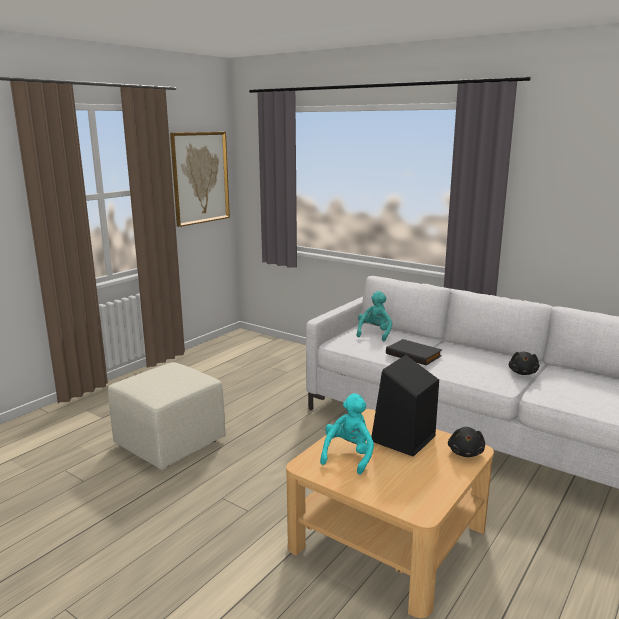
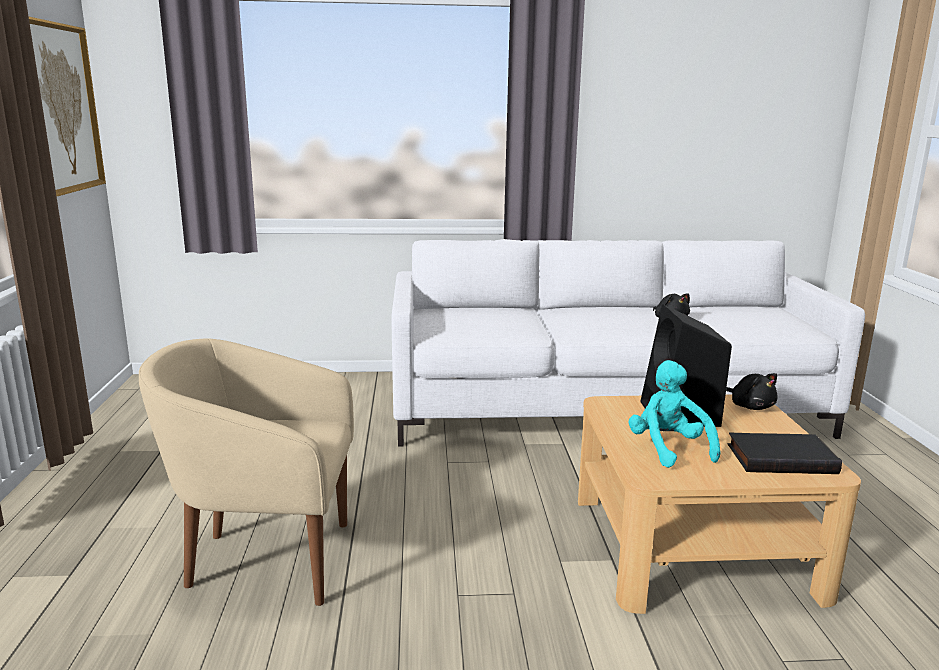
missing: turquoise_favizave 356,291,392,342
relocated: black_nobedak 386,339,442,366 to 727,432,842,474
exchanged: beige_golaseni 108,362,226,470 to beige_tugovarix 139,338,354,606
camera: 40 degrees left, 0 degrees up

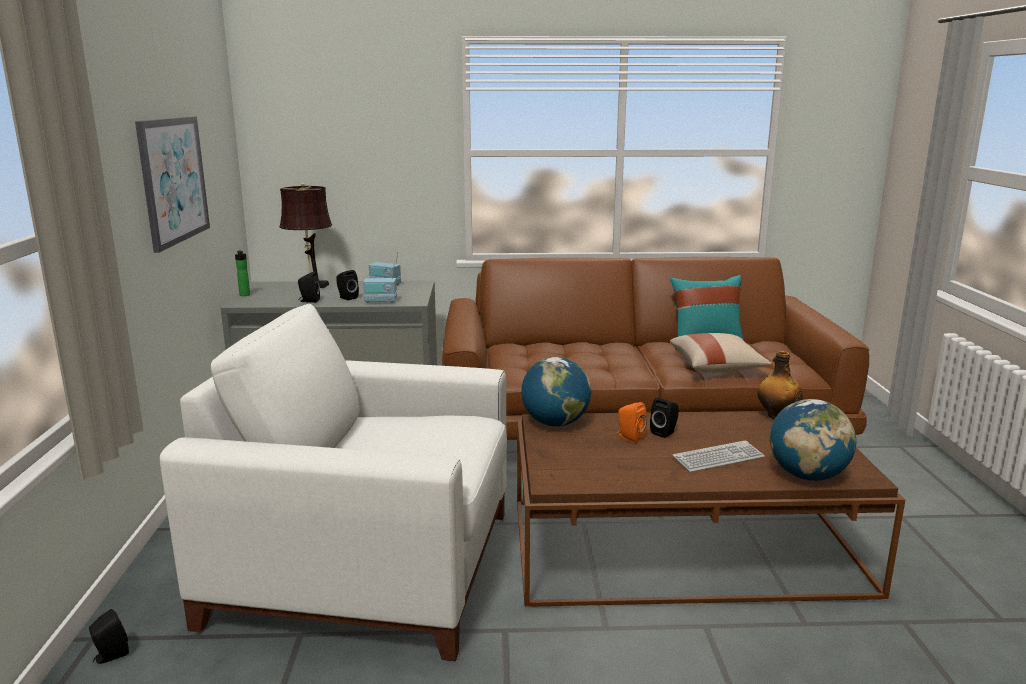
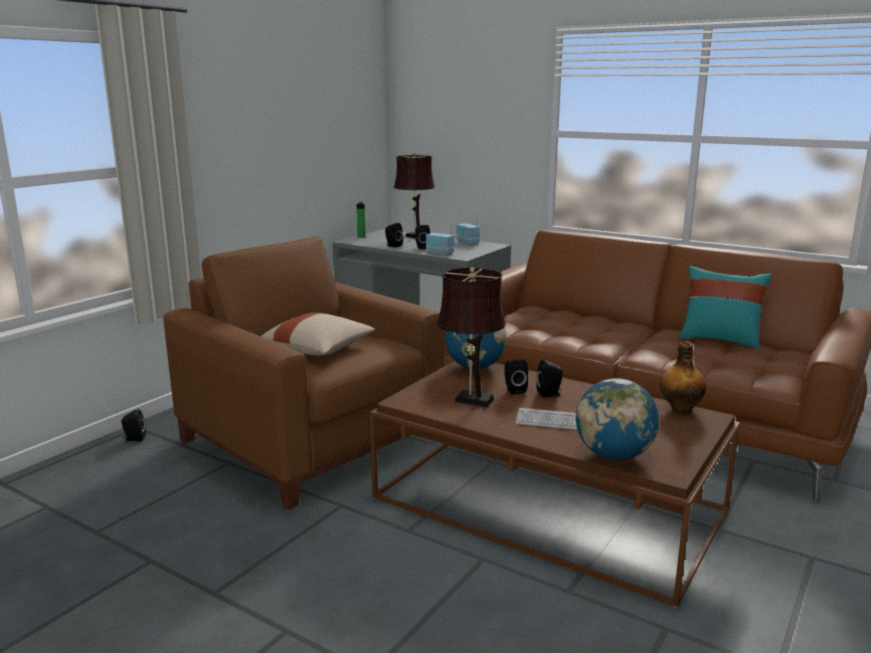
missing: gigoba 135,117,210,253
appeared: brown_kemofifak 437,267,506,407
relocated: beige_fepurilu 670,333,772,373 to 261,312,375,355
colour: white_tugovarix 160,304,507,661 to brown_tugovarix 163,236,444,510; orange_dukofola 617,402,647,443 to black_dukofola 504,359,528,395
camera: 35 degrees right, 0 degrees up

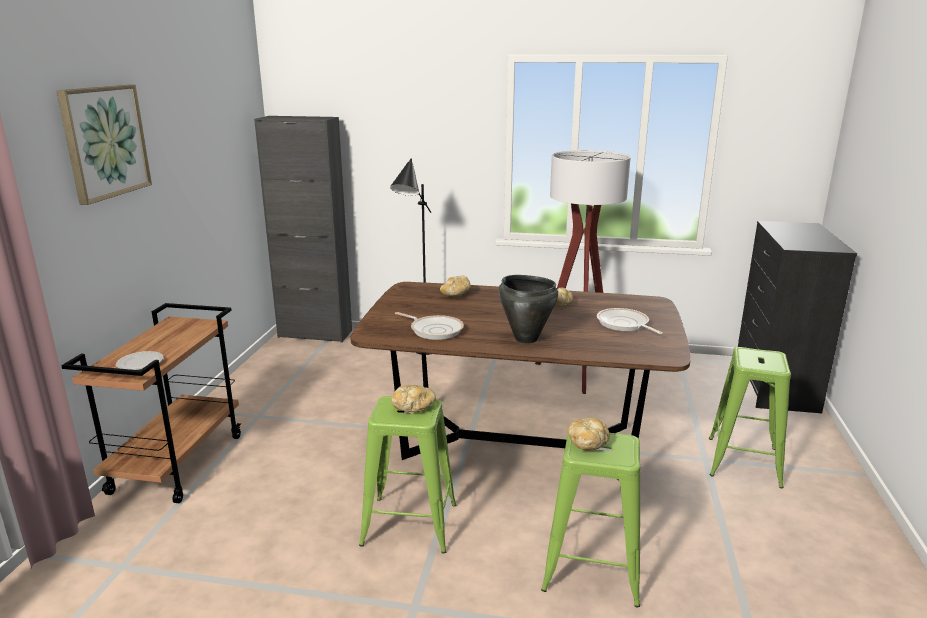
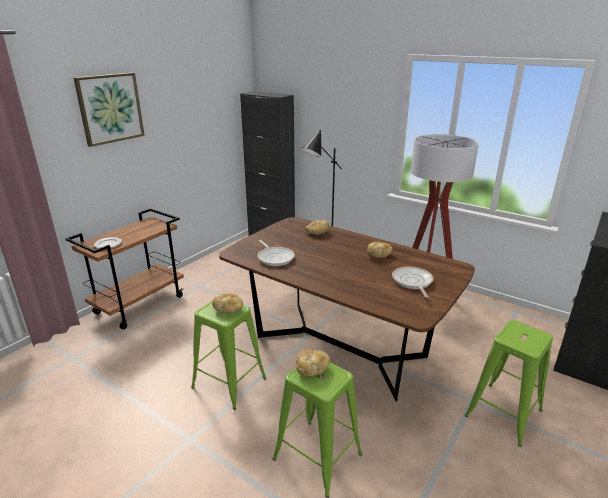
missing: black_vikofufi 499,275,558,344
camera: 25 degrees right, 5 degrees up

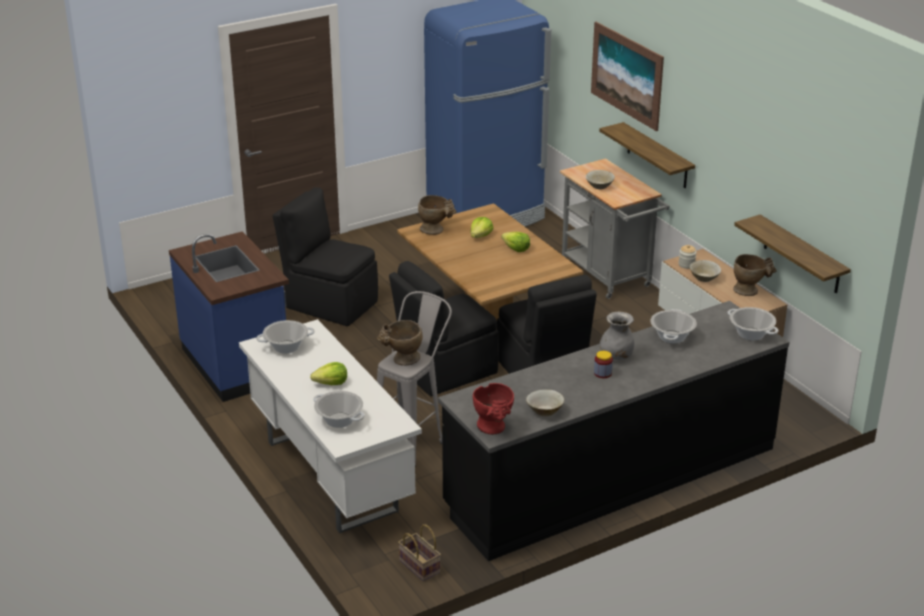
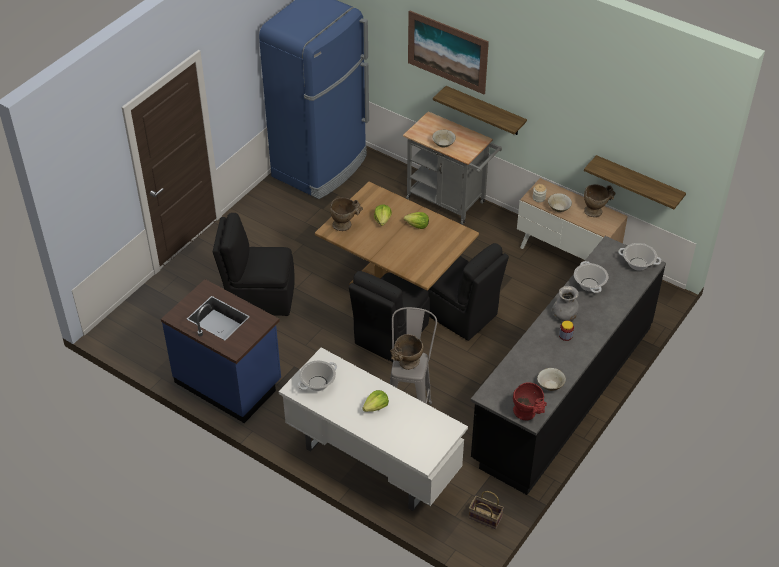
missing: vikofufi 313,391,365,428
camera: 25 degrees left, 15 degrees up

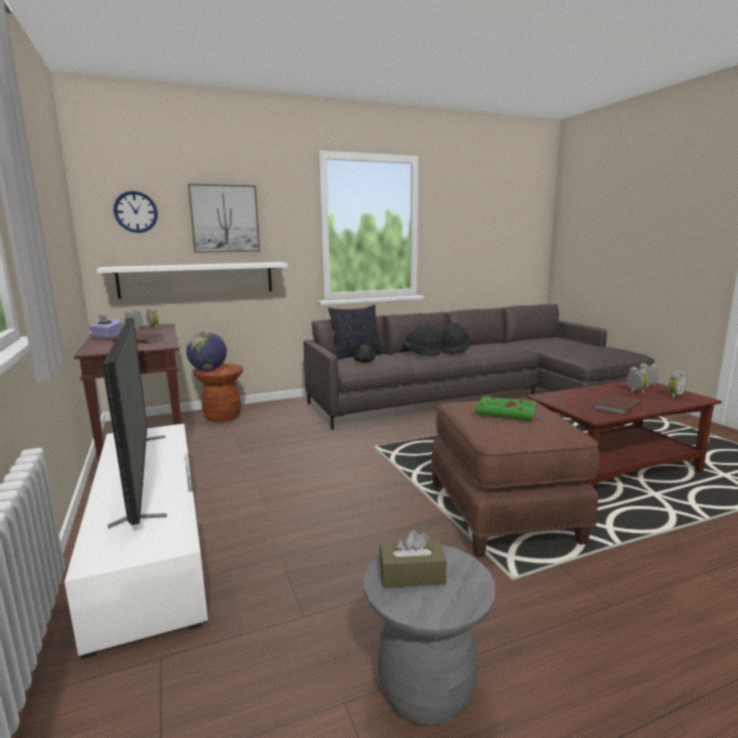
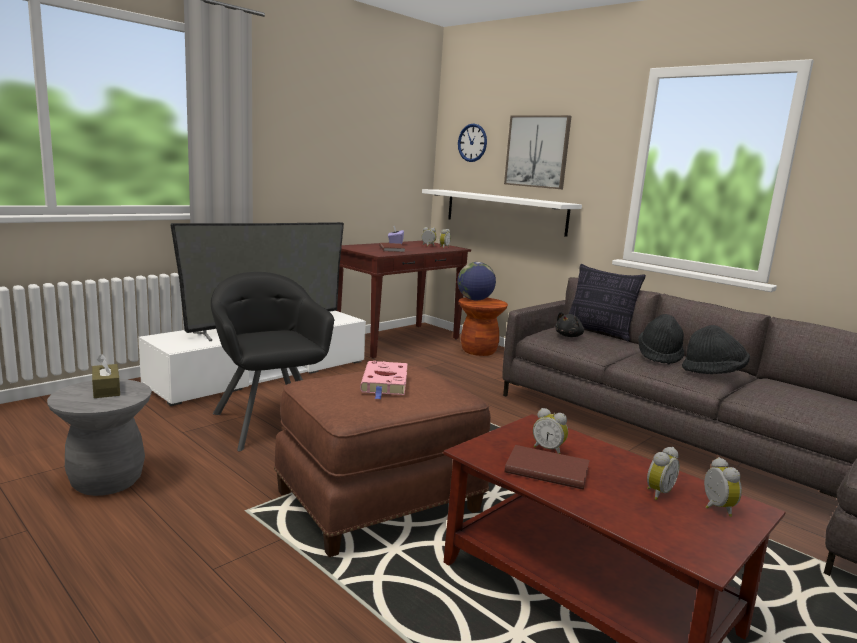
appeared: black_tugovarix 211,272,334,452
relocated: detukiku 667,371,687,399 to 533,408,568,454
colour: green_nobedak 476,396,544,421 to pink_nobedak 360,361,408,399
camera: 65 degrees right, 0 degrees up

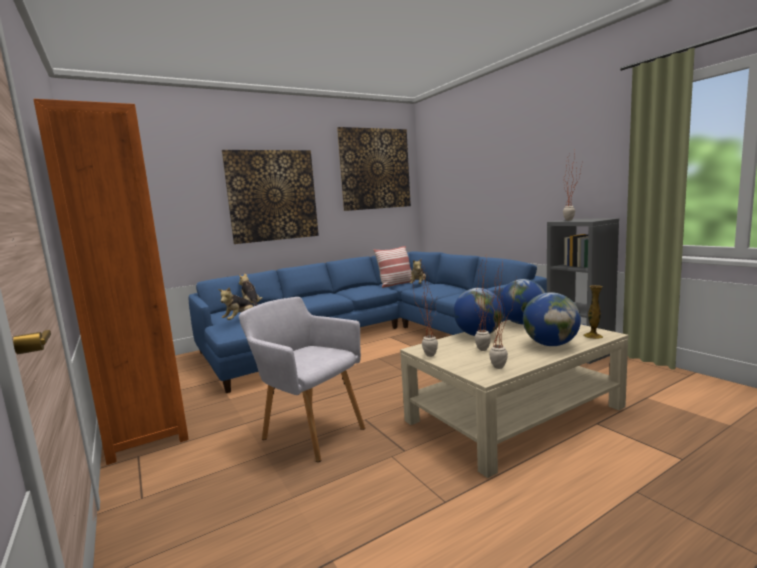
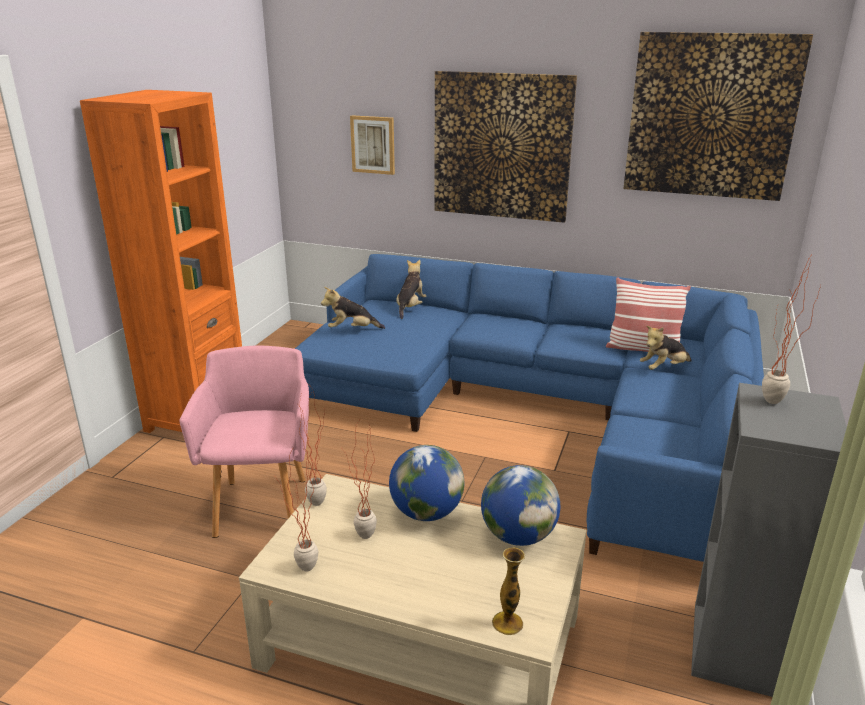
missing: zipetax 523,292,581,346
appeared: gigoba 350,115,395,175
colour: grey_tugovarix 239,297,365,462 to pink_tugovarix 179,345,309,538
camera: 50 degrees right, 15 degrees up

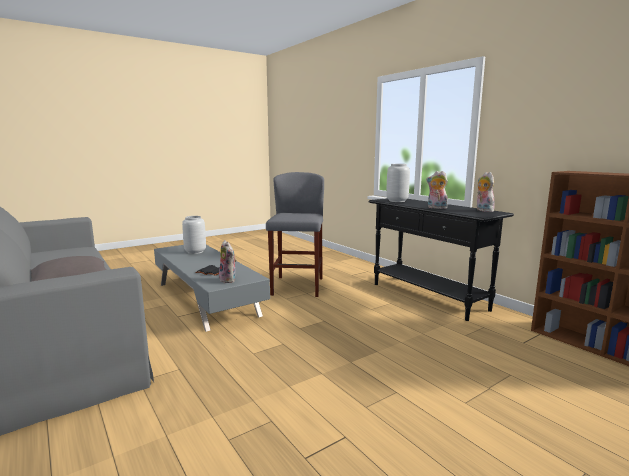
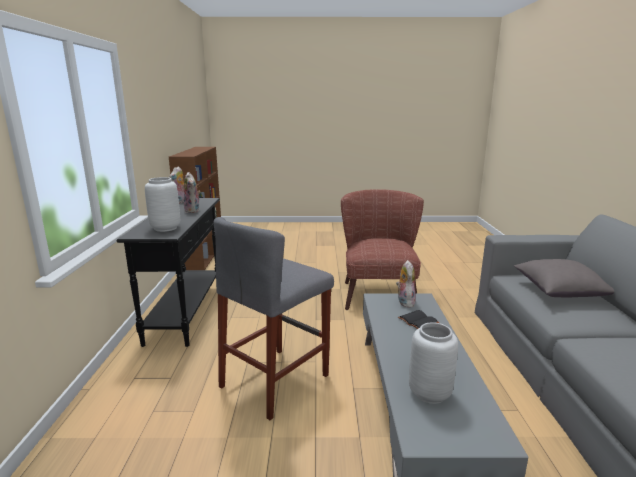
appeared: brown_tugovarix 341,189,424,310
camera: 145 degrees left, 5 degrees up

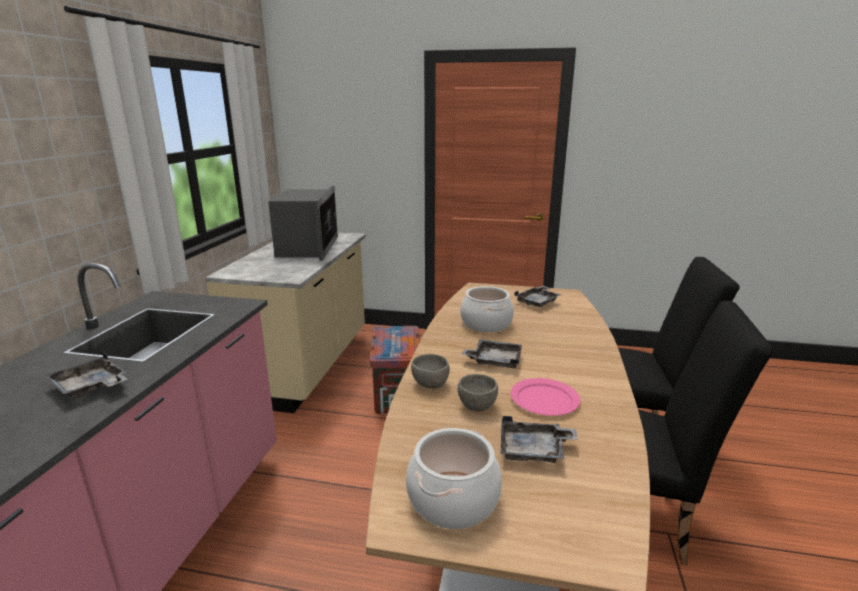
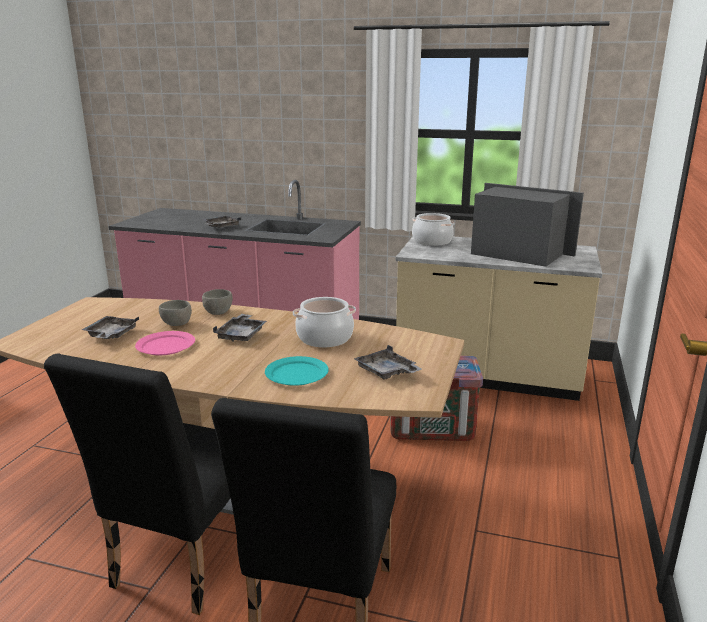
appeared: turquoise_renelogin 265,356,329,386
relocated: vikofufi 406,428,502,529 to 412,213,454,246
spun: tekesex 268,186,338,261 = 471,183,584,267 150 degrees counterclockwise
camera: 95 degrees right, 0 degrees up

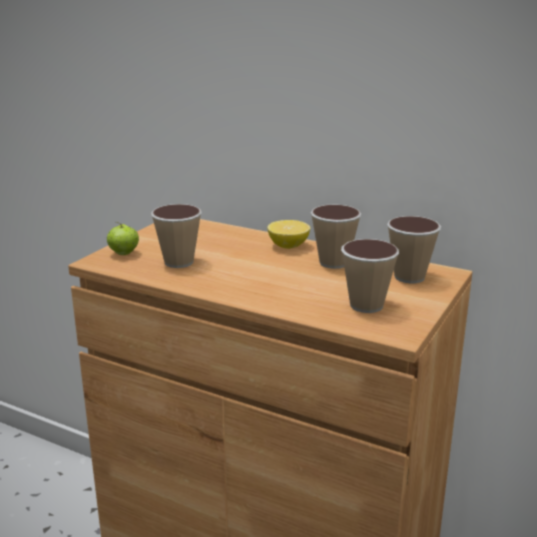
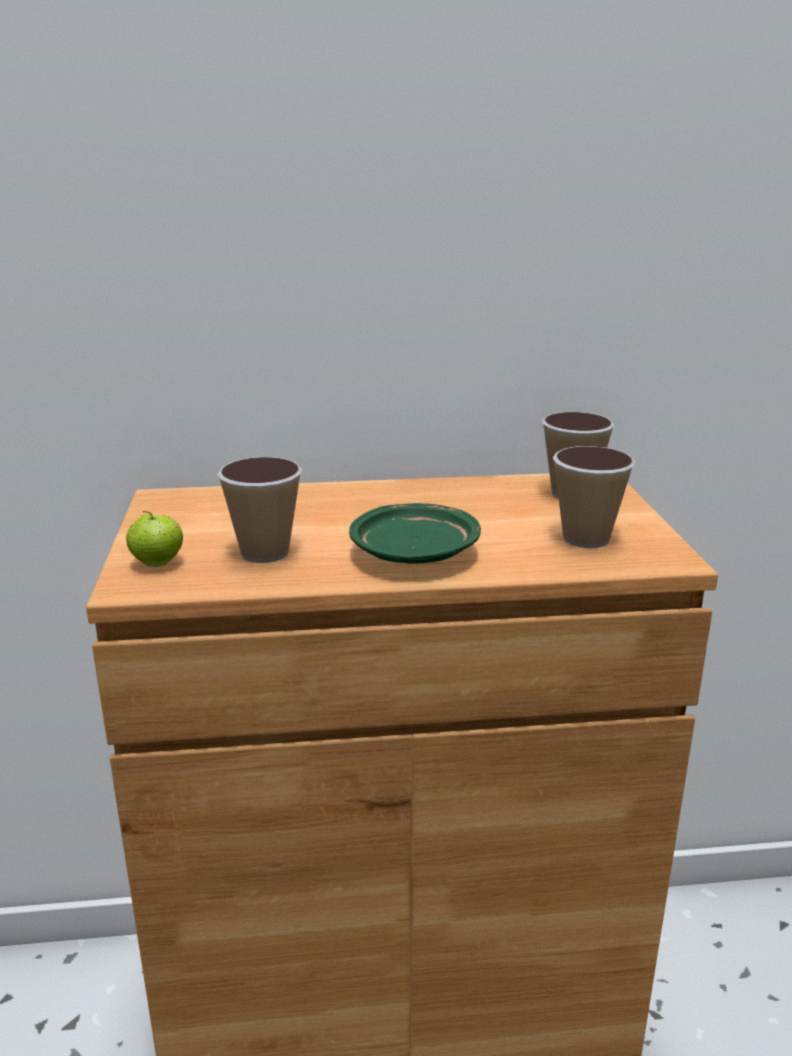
missing: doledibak 311,204,361,269; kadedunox 267,220,310,249
appeared: green_renelogin 349,503,481,564
camera: 35 degrees left, 0 degrees up

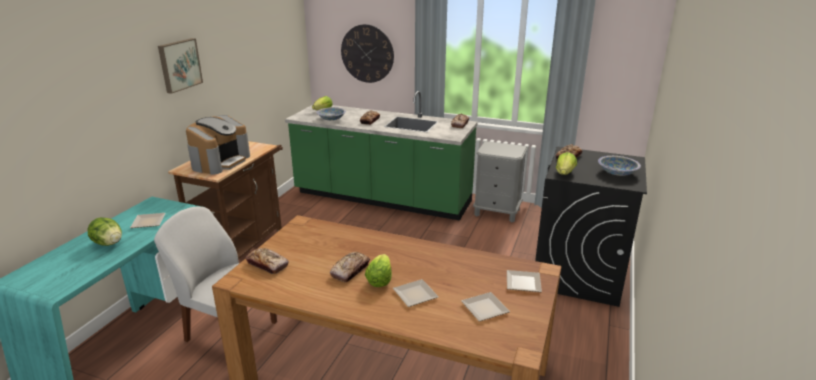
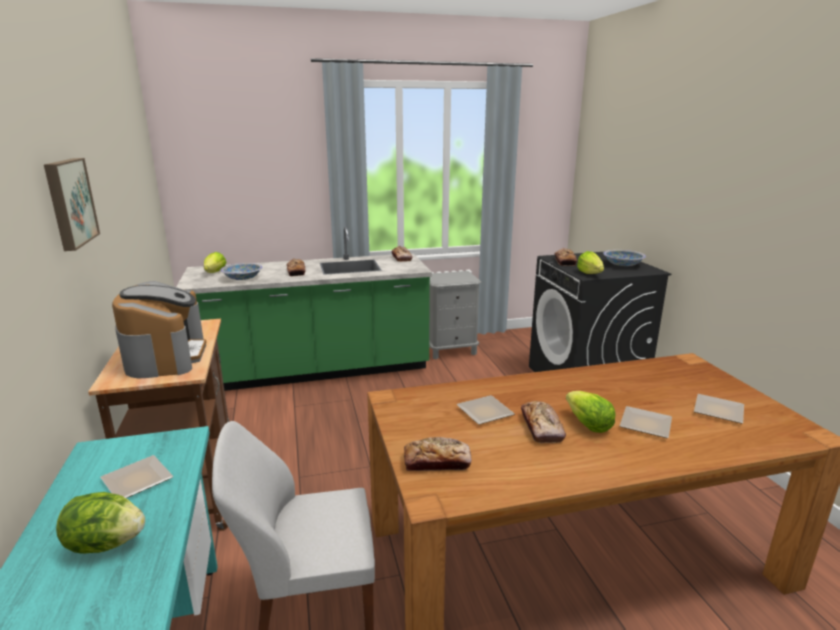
missing: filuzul 341,24,394,83
relocated: renelogin 507,270,542,292 to 456,395,515,425
camera: 35 degrees left, 5 degrees down

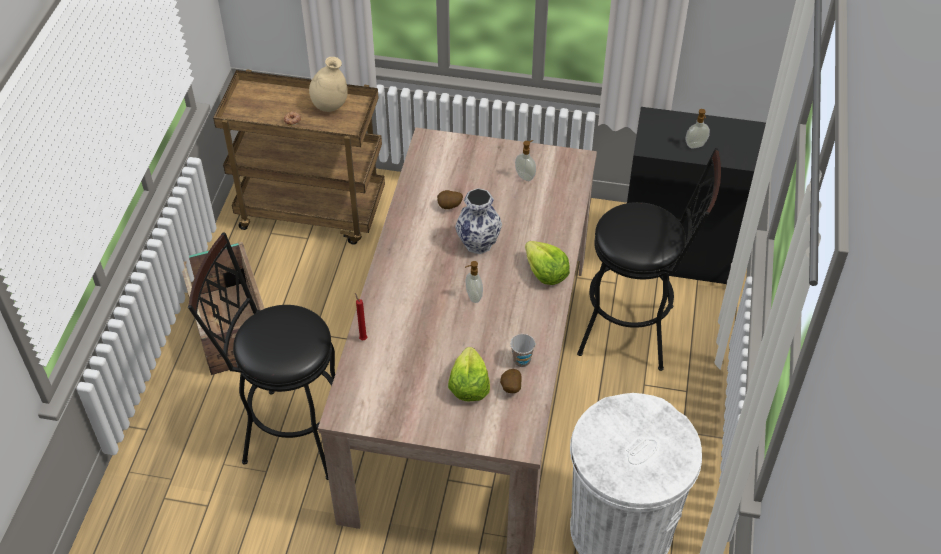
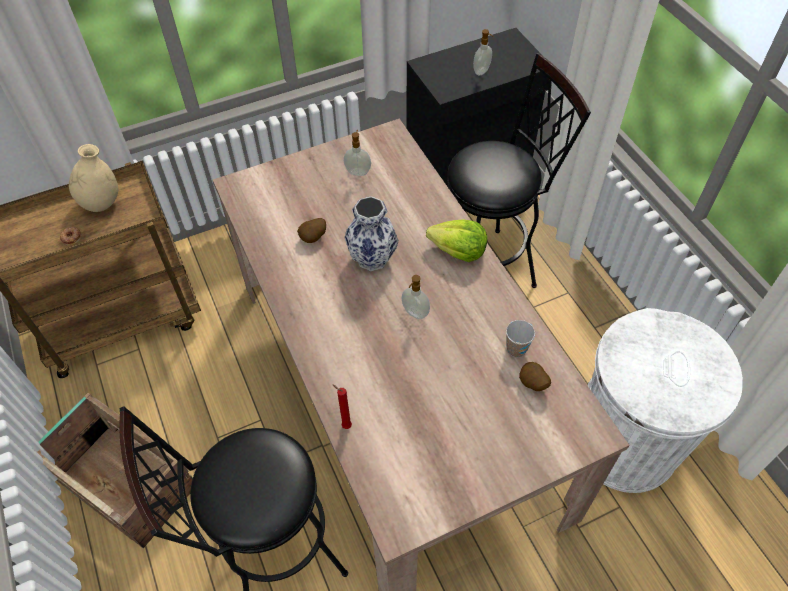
missing: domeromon 448,347,490,401
camera: 35 degrees left, 5 degrees up

